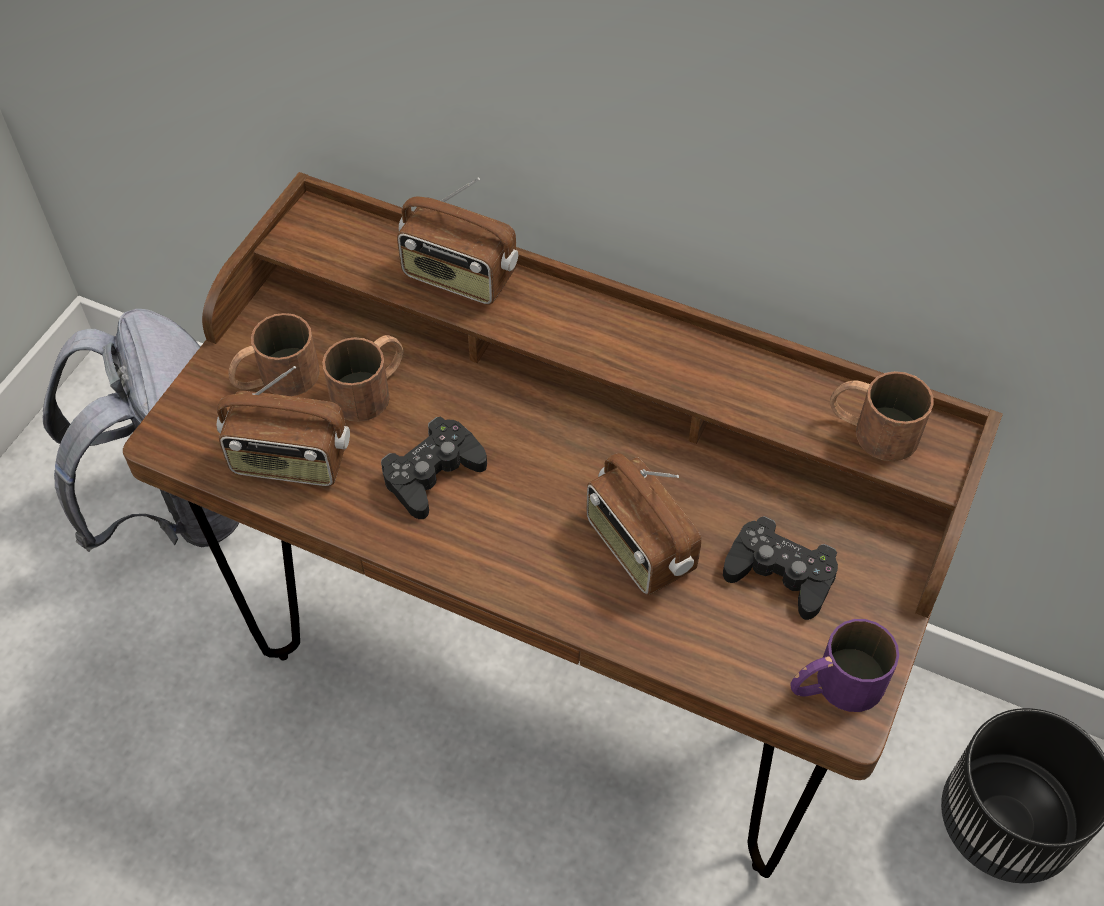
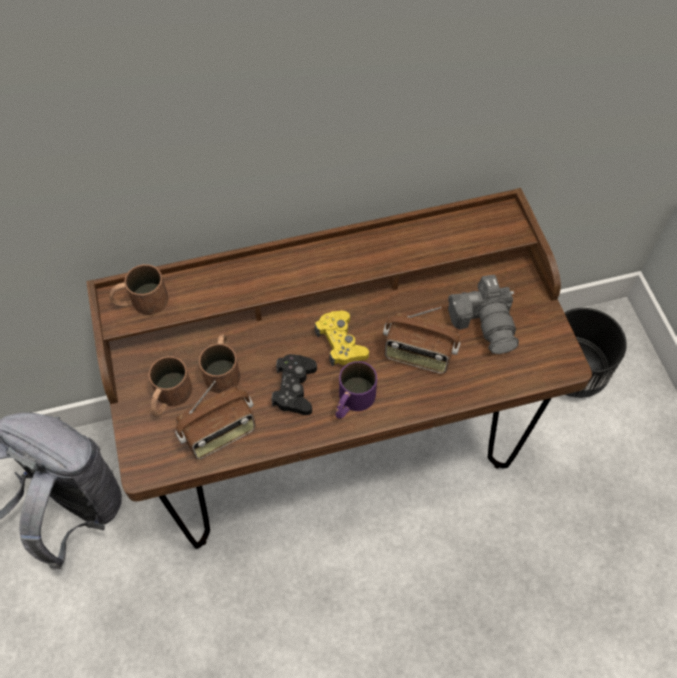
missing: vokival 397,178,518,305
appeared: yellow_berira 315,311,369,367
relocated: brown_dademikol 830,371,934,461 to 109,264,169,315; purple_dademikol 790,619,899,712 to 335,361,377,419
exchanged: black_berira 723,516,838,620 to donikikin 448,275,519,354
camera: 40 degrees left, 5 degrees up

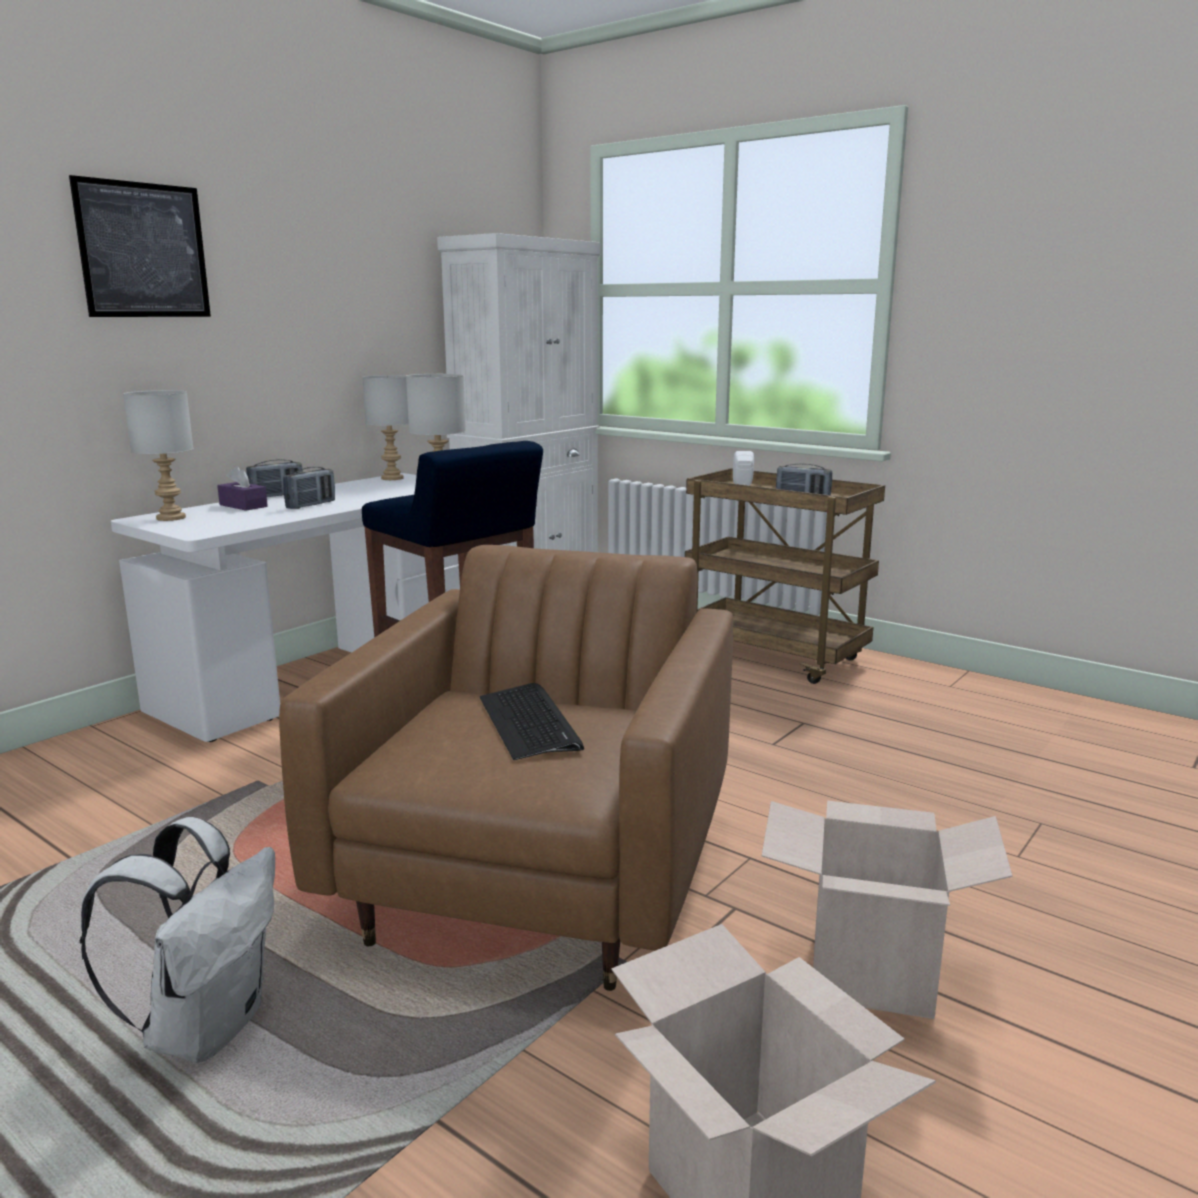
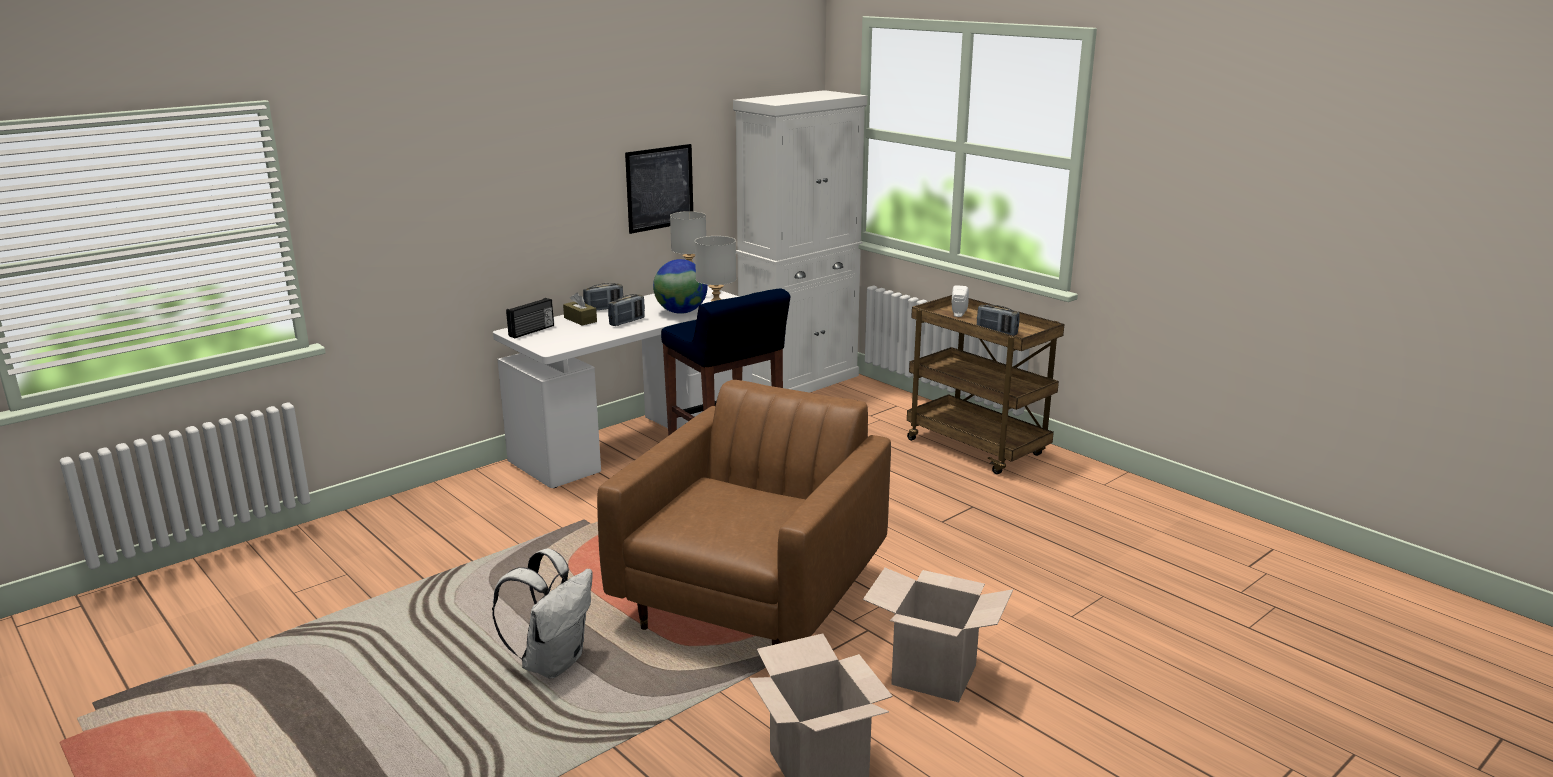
missing: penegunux 480,683,584,760
appeared: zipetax 653,259,708,314
relocated: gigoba 69,175,211,317 to 625,144,693,234
exchanged: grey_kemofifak 123,390,194,521 to vokival 506,298,554,338
colour: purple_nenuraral 217,466,268,511 to brown_nenuraral 563,292,597,326
camera: 10 degrees right, 5 degrees up

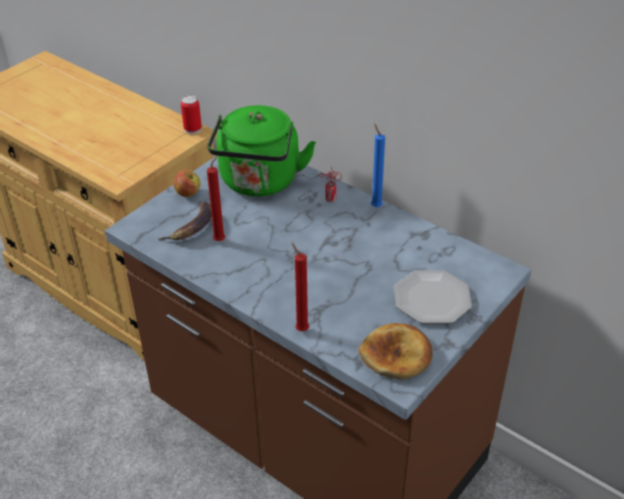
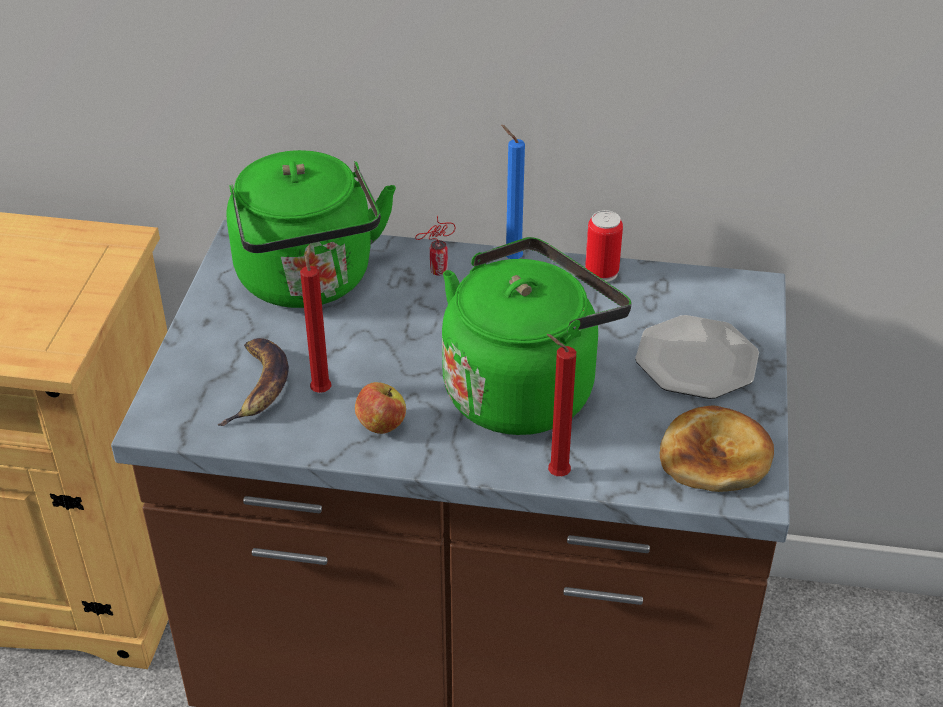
appeared: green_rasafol 442,237,632,435
relocated: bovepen 181,95,202,134 to 585,210,623,282; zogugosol 173,170,200,197 to 355,382,406,434
camera: 30 degrees left, 0 degrees up

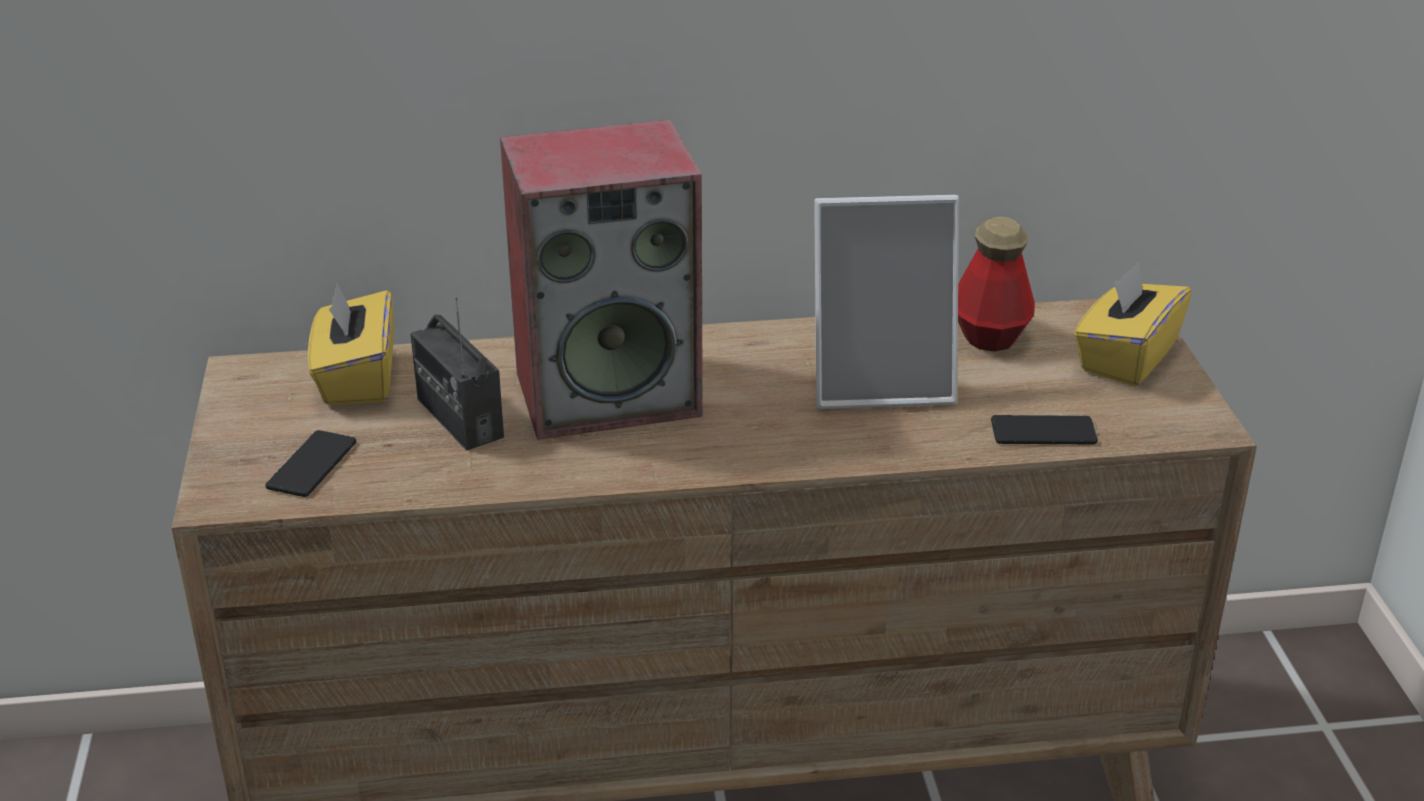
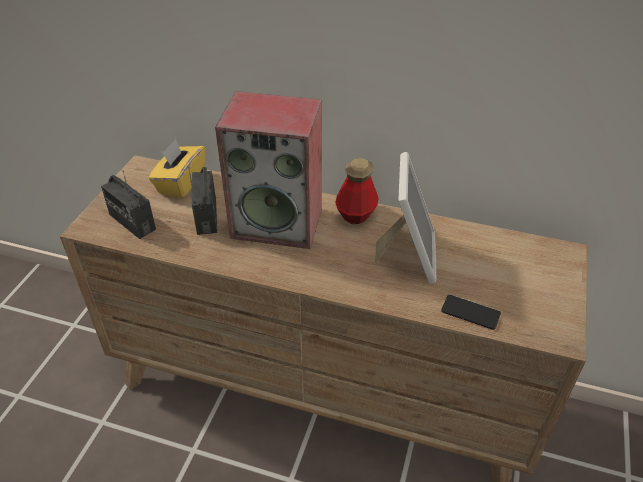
missing: yellow_nenuraral 1074,262,1192,387
relocated: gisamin 958,217,1035,351 to 335,158,379,224
exchanged: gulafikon 265,430,356,497 to vokival 101,171,156,239
spun: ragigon 814,195,959,409 = 375,152,436,283 105 degrees counterclockwise
camera: 25 degrees right, 10 degrees up

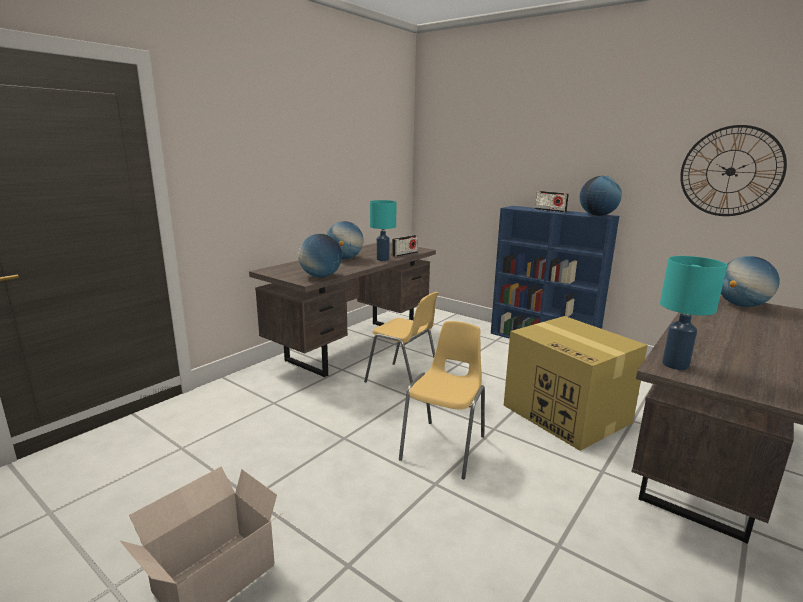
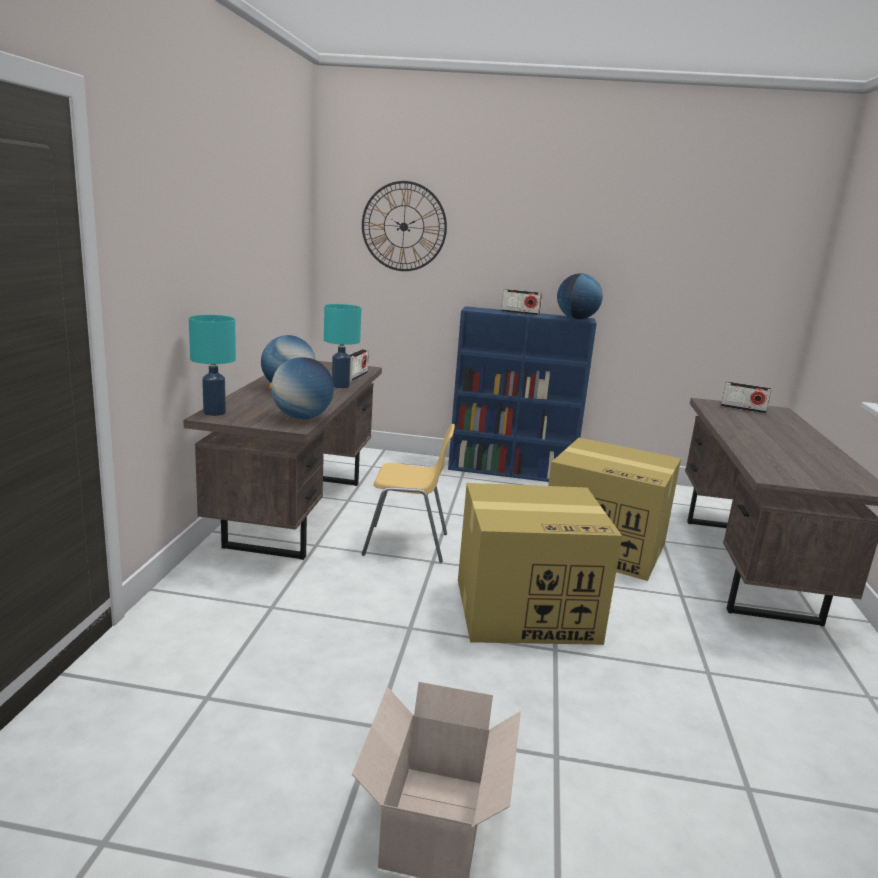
relocated: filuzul 680,125,787,216 to 362,181,447,271; turquoise_kemofifak 660,256,727,370 to 189,315,236,416
exchanged: zipetax 721,256,780,307 to vokival 720,381,772,414; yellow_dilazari 399,321,485,479 to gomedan 458,483,622,645
camera: 30 degrees left, 0 degrees up

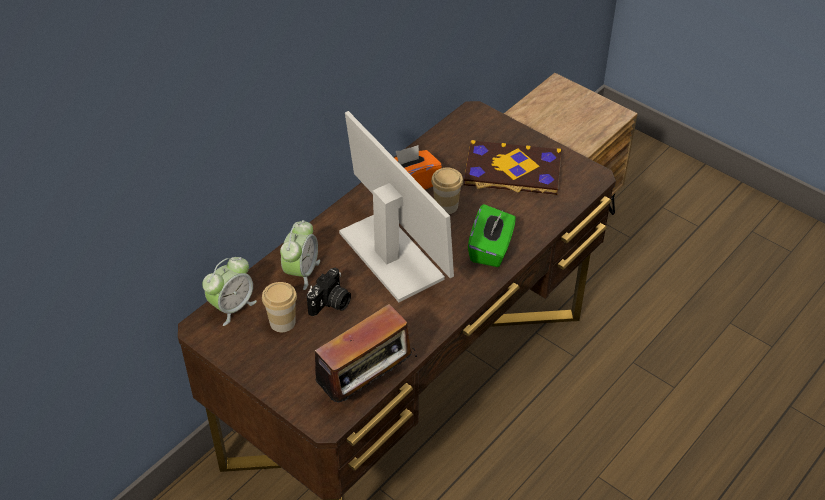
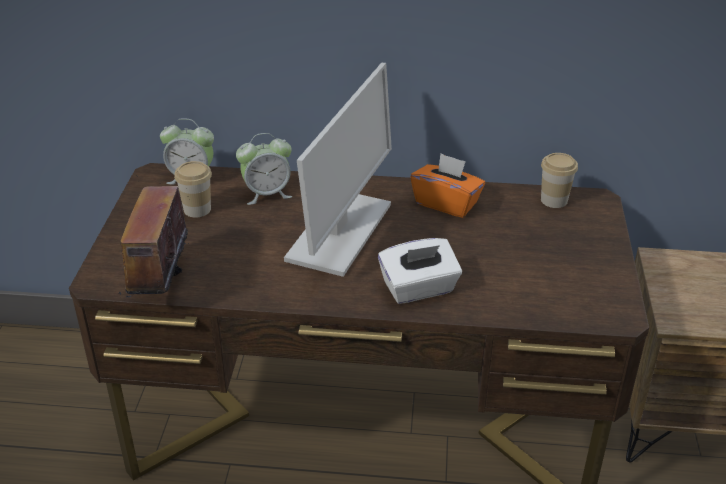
missing: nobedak 464,140,562,195; donikikin 307,268,351,316
relocated: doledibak 431,167,463,214 to 541,153,578,208
colour: green_nenuraral 468,204,516,267 to white_nenuraral 378,238,462,304
spun: vokival 315,304,417,403 = 119,175,189,298 75 degrees clockwise
camera: 55 degrees right, 10 degrees down

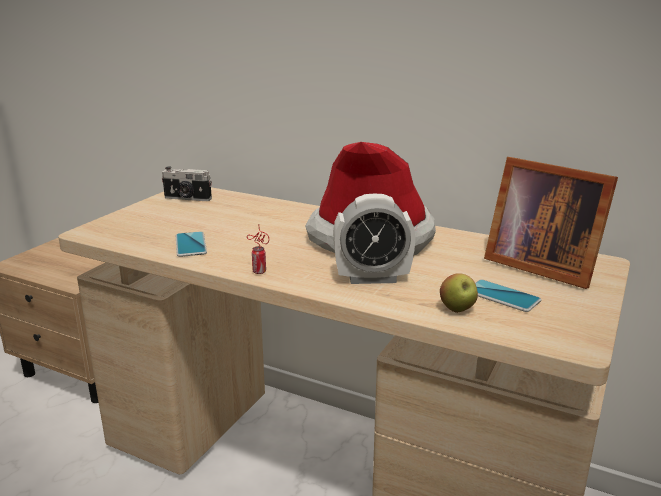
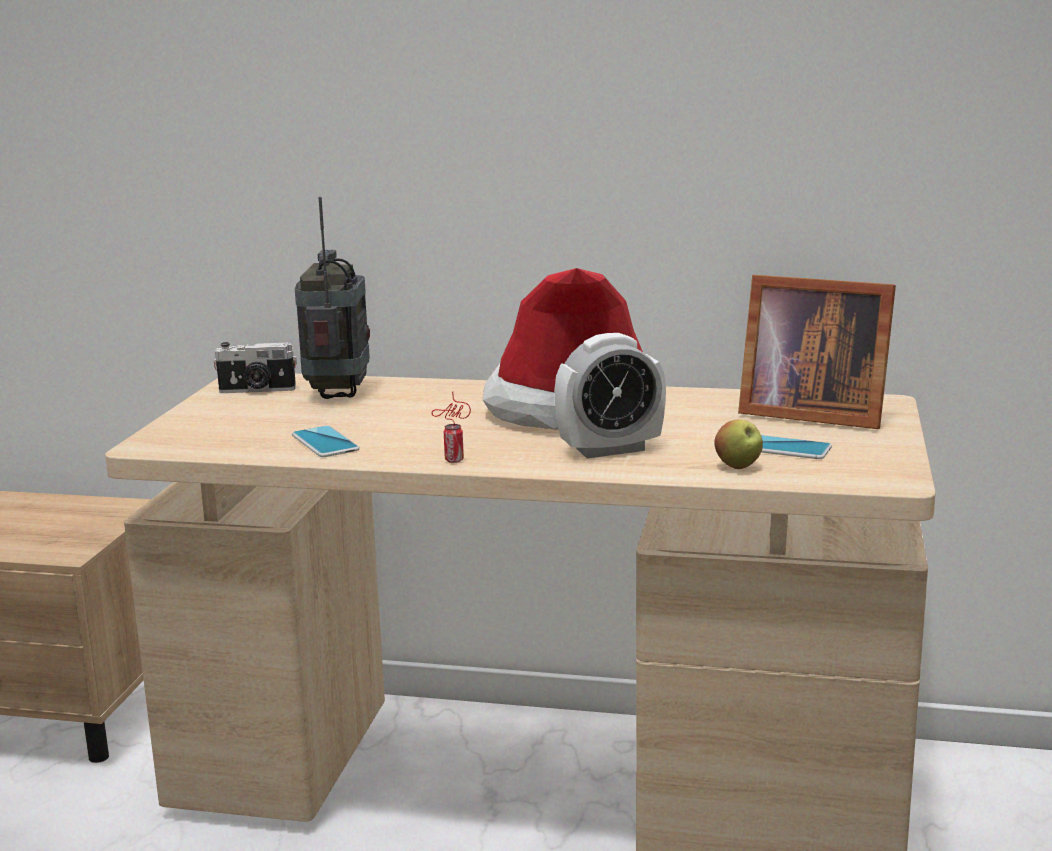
appeared: vokival 295,197,370,399
camera: 15 degrees left, 5 degrees down

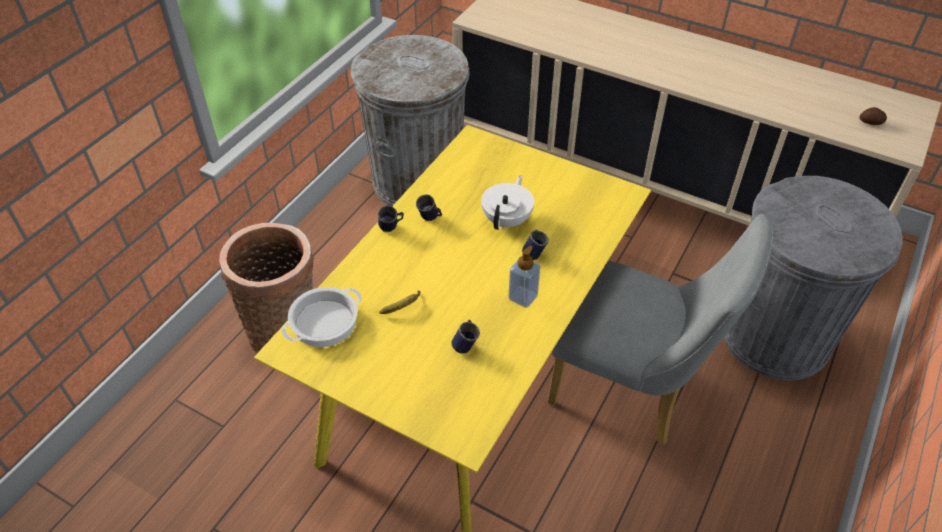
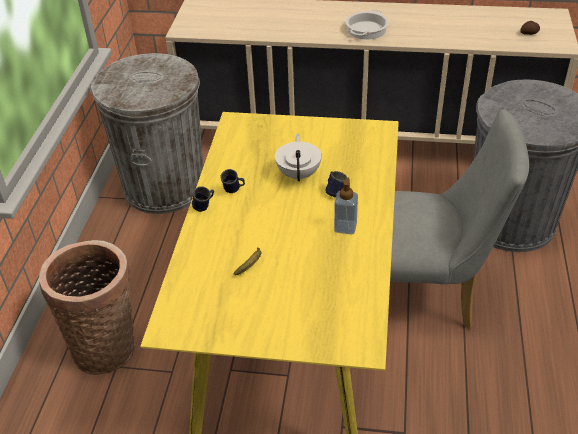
missing: blue_dademikol 451,320,480,353
relocated: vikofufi 281,287,362,347 to 346,10,389,39
camera: 20 degrees left, 5 degrees down

